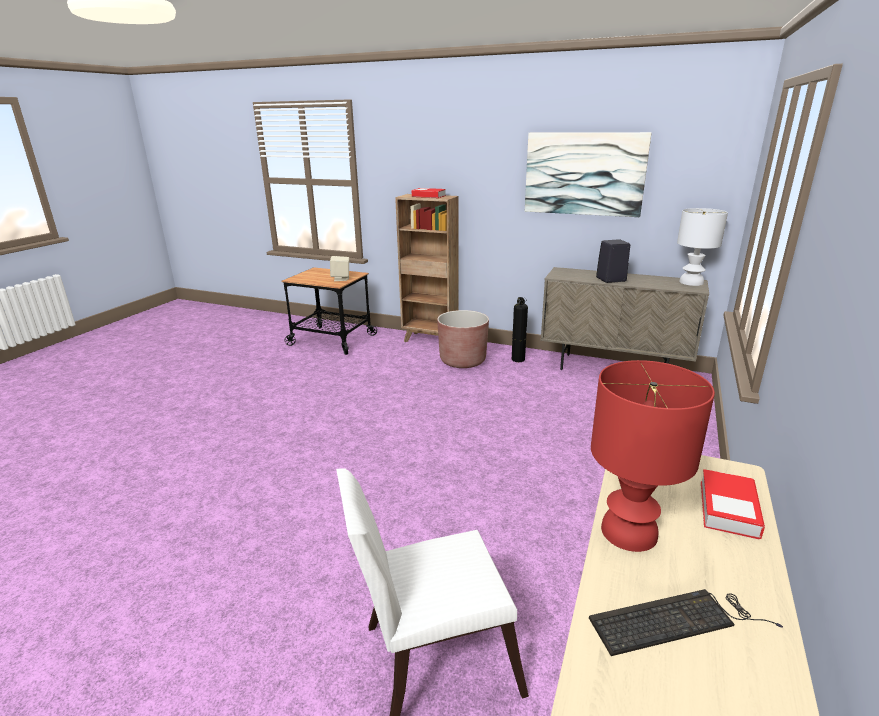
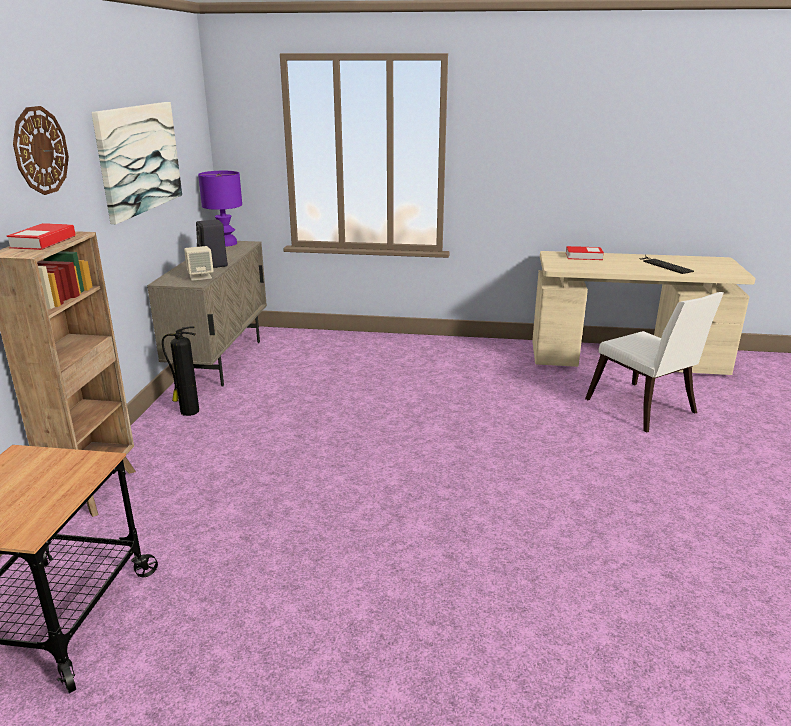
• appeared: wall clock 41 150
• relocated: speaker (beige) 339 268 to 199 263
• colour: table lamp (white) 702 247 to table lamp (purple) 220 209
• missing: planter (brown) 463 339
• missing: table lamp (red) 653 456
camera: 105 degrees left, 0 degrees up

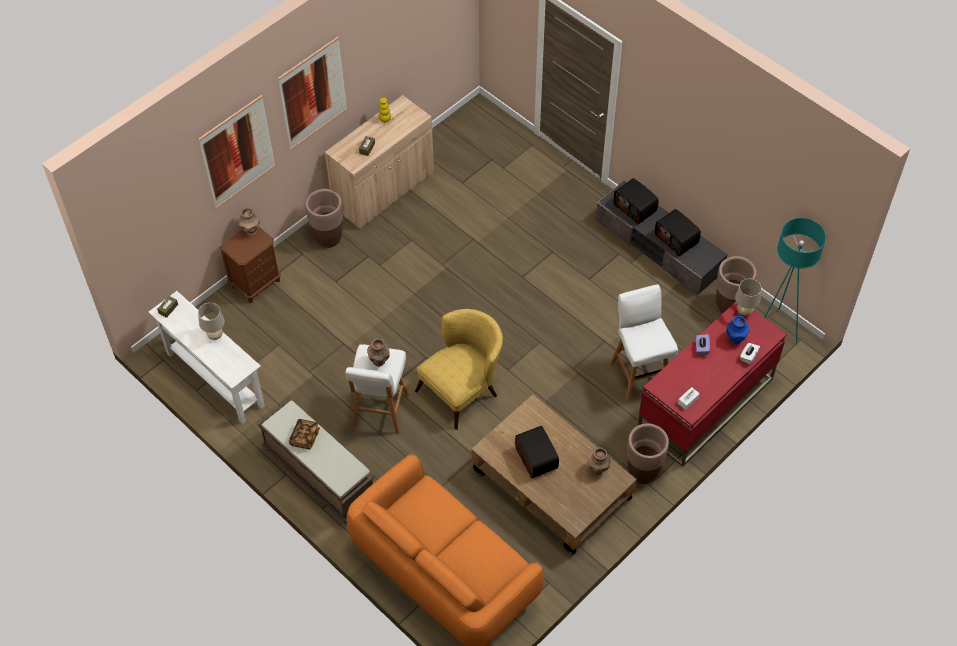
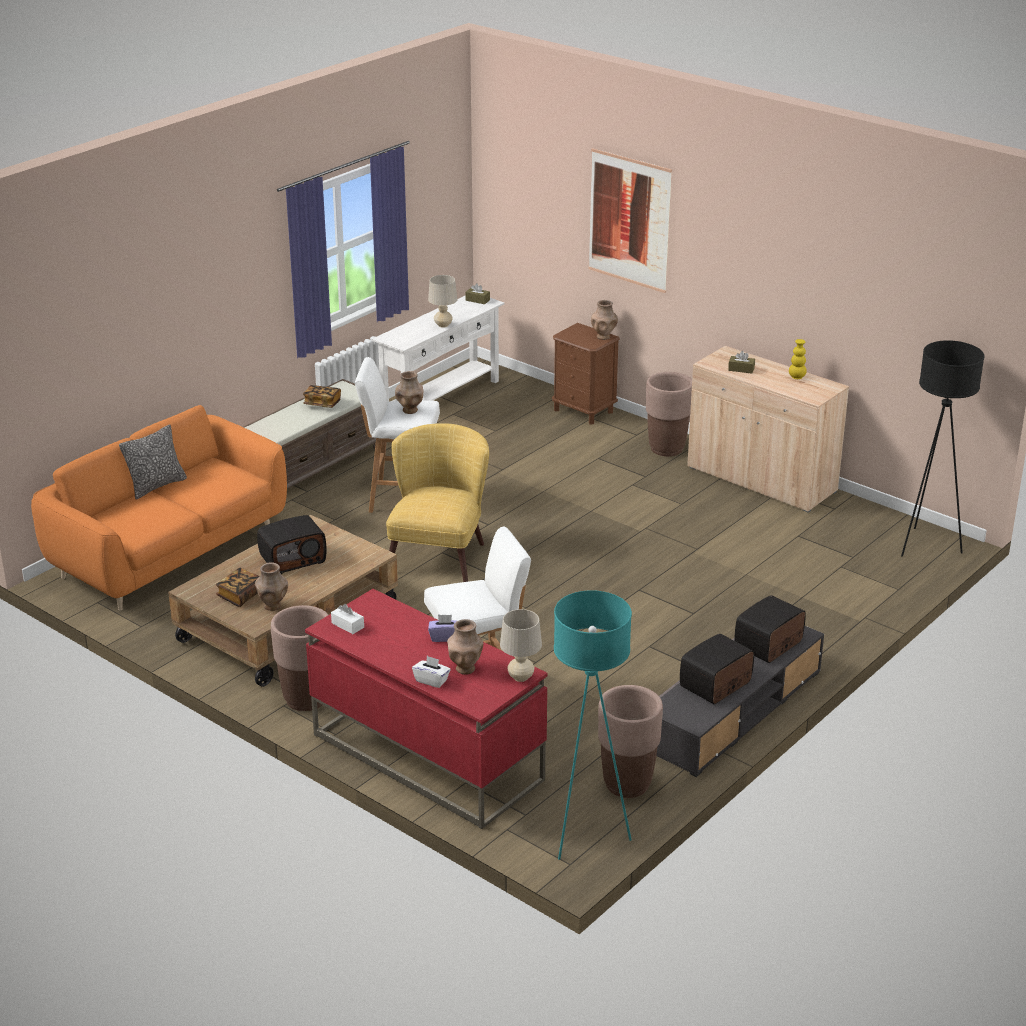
• appeared: pillow 153 462
• appeared: book 238 587
• spun: armchair (yellow) 459 369 = 437 502 120 degrees counterclockwise
• colour: vase (blue) 737 330 to vase (brown) 465 647
• appeared: floor lamp (black) 943 448
• missing: picture 312 93
camera: 85 degrees right, 25 degrees down

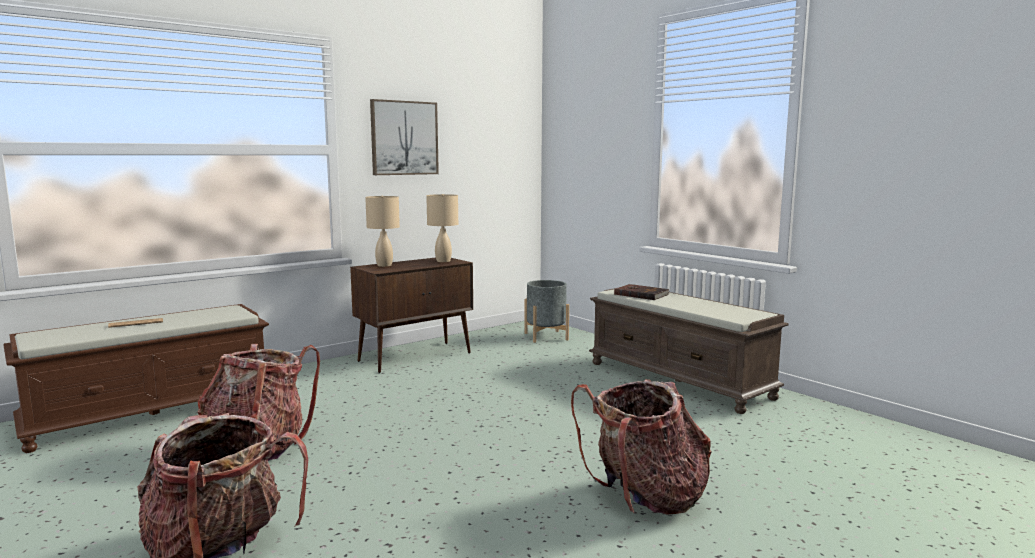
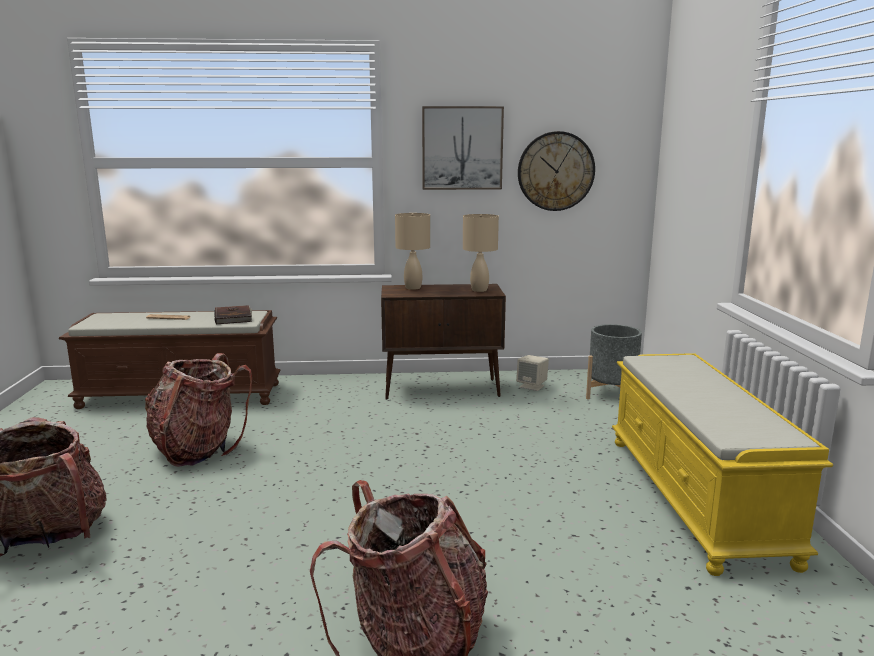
• relocated: book (brown) 641 292 to 233 315
• appeared: speaker (beige) 532 373
• appeared: wall clock 556 171
• colour: bench (brown) 689 351 to bench (yellow) 722 464
camera: 35 degrees right, 5 degrees up

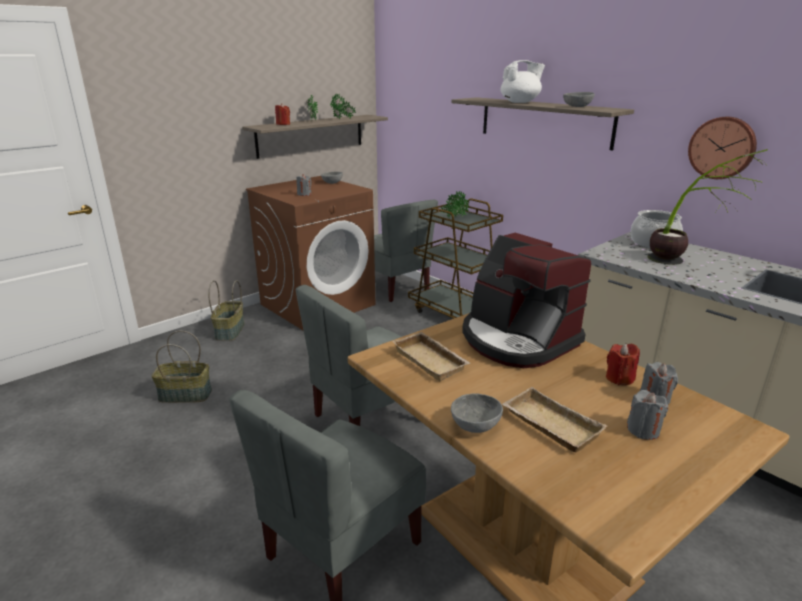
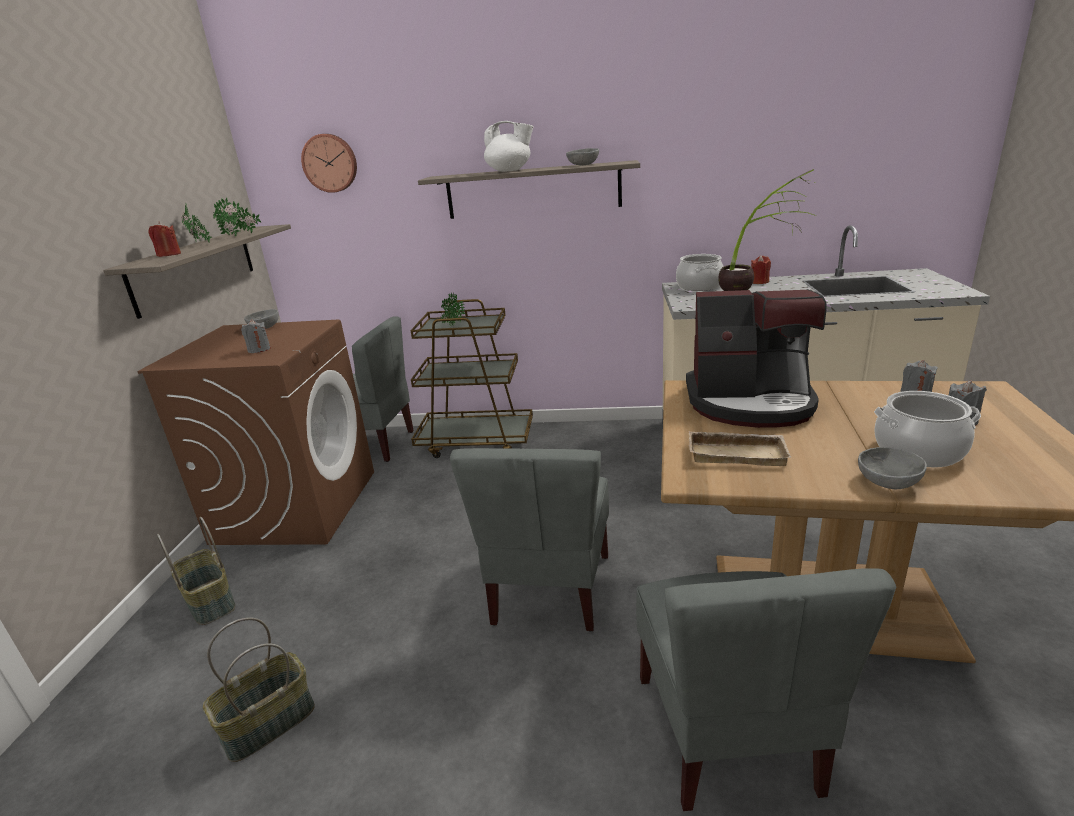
• relocated: wall clock 722 148 to 329 163
• spun: teapot (white) 523 81 = 509 146 75 degrees clockwise
• relocated: candle (red) 623 364 to 761 269
• exchanged: tray (beige) 554 419 to cooking pot 927 429
camera: 40 degrees left, 0 degrees up

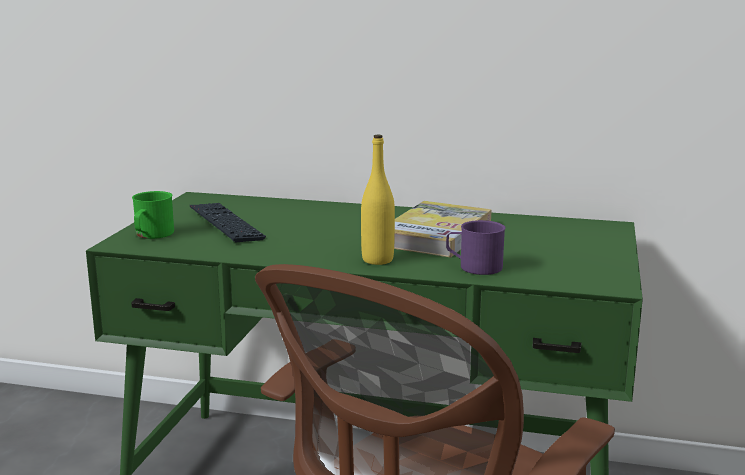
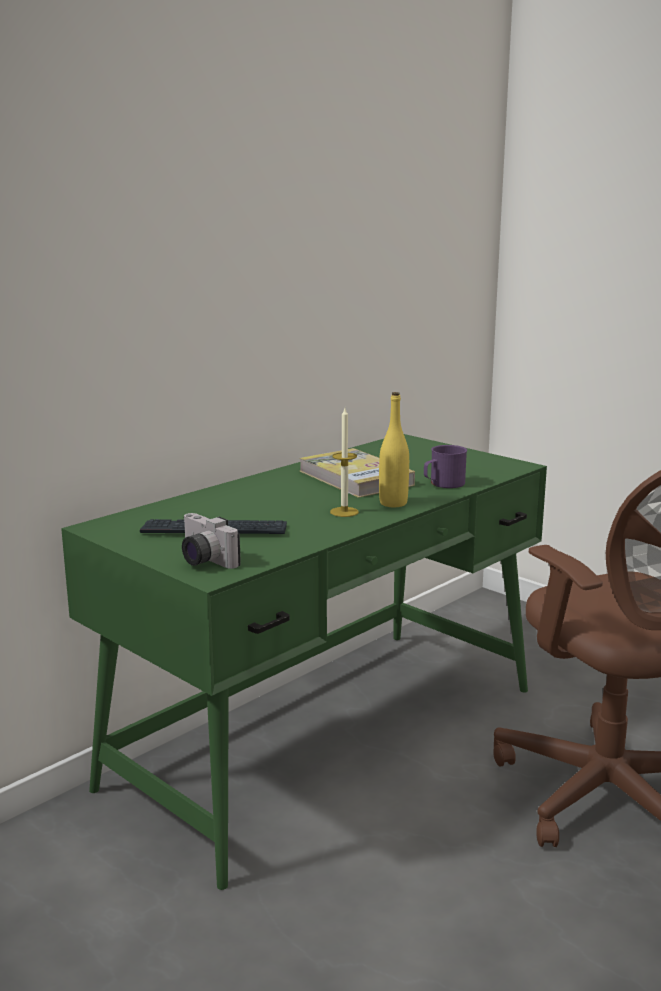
• exchanged: mug (green) 153 215 to photo camera 211 541
• appeared: candle 344 462
camera: 60 degrees left, 0 degrees up

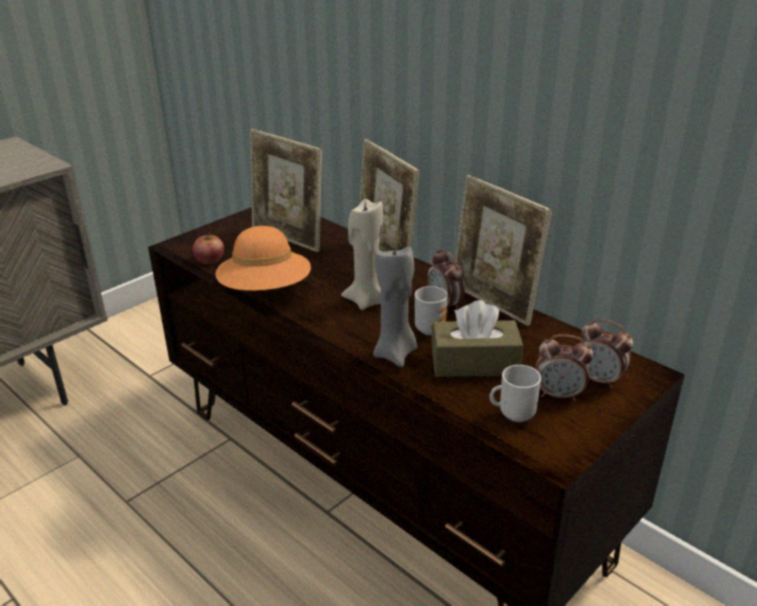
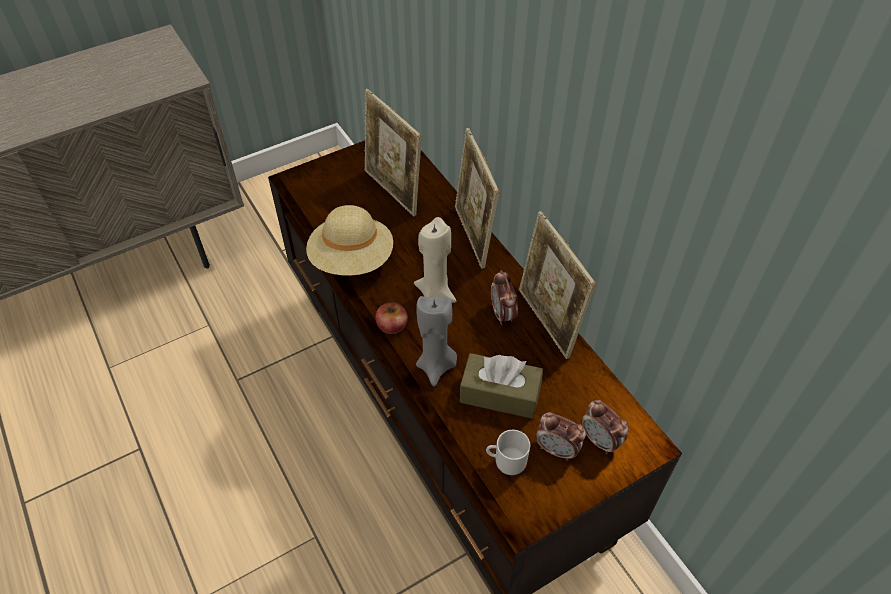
• colour: hat (orange) 263 258 to hat (beige) 349 240
• relocated: apple 208 249 to 391 318
• missing: mug 431 310
camera: 15 degrees right, 20 degrees up

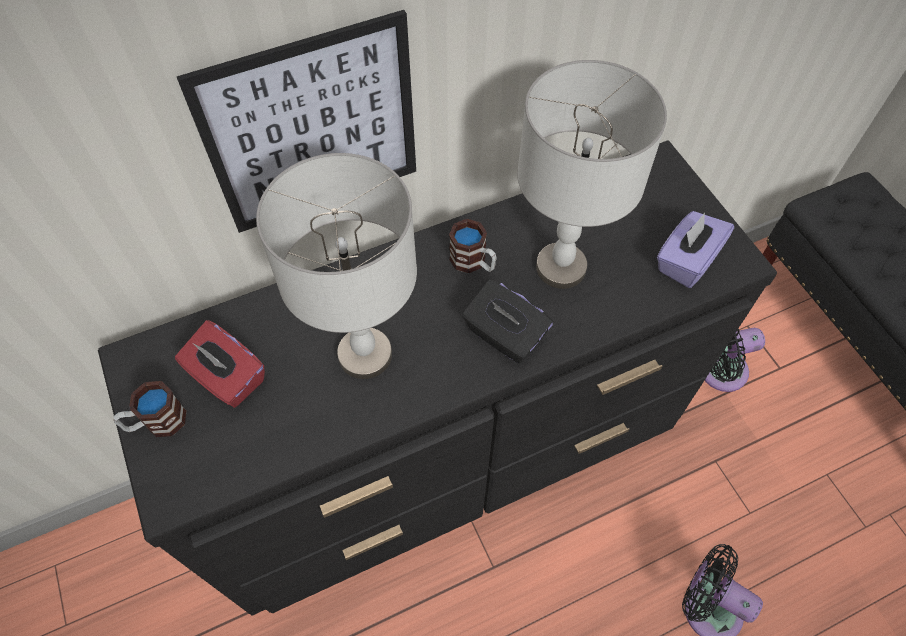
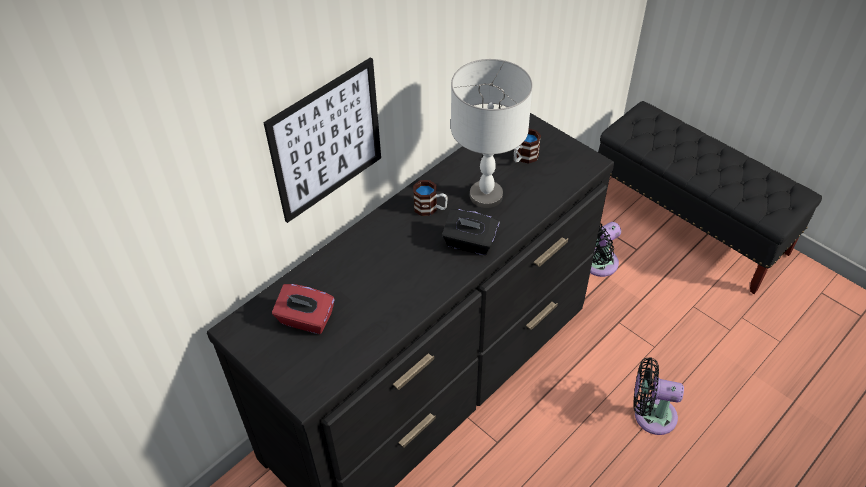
• relocated: mug 150 409 to 527 146
• missing: table lamp (grey) 336 266
• missing: tissue box (purple) 695 249
camera: 20 degrees left, 10 degrees down

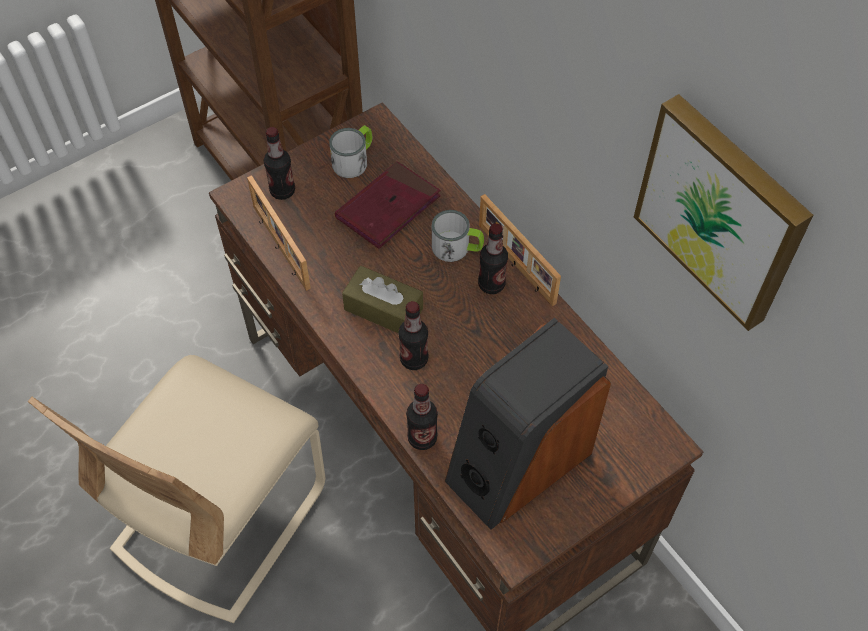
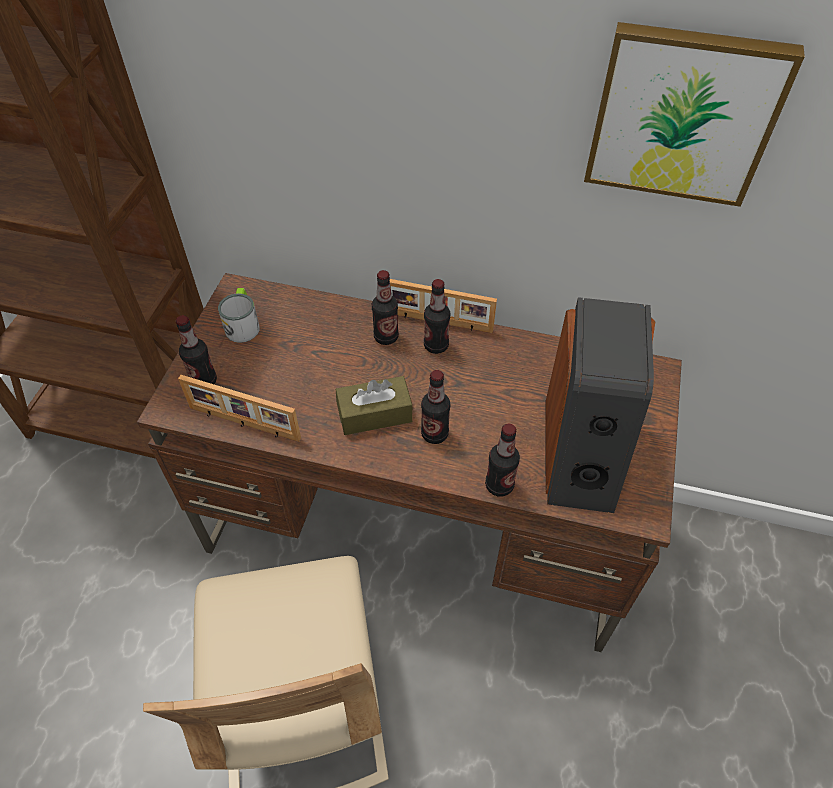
• exchanged: mug 458 236 to bottle 385 307
• missing: book (red) 388 205
camera: 40 degrees left, 5 degrees down

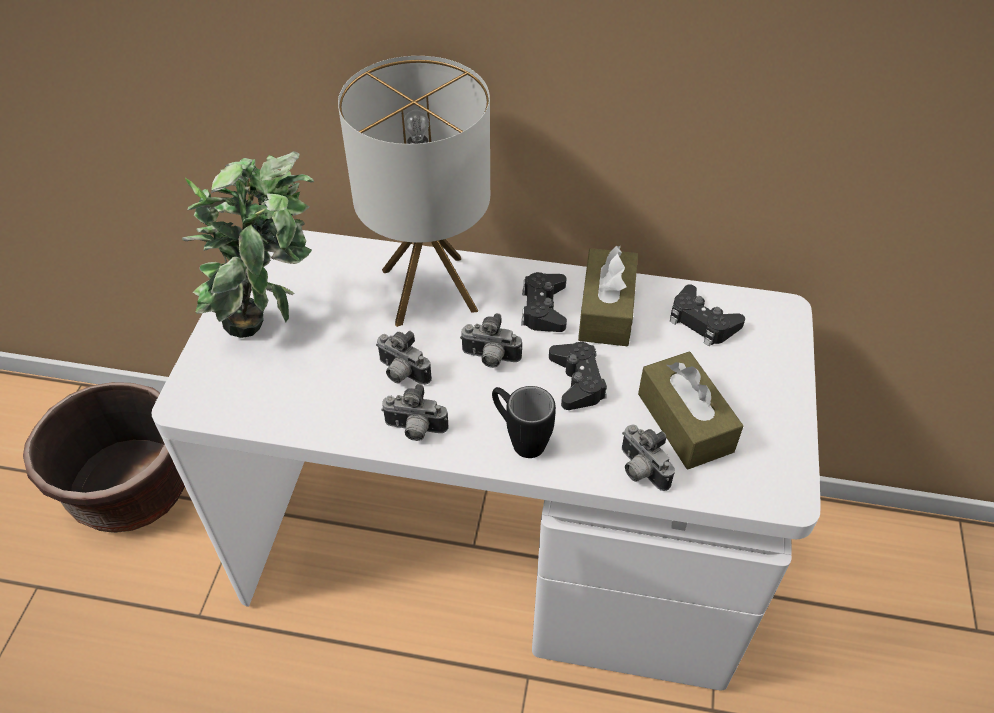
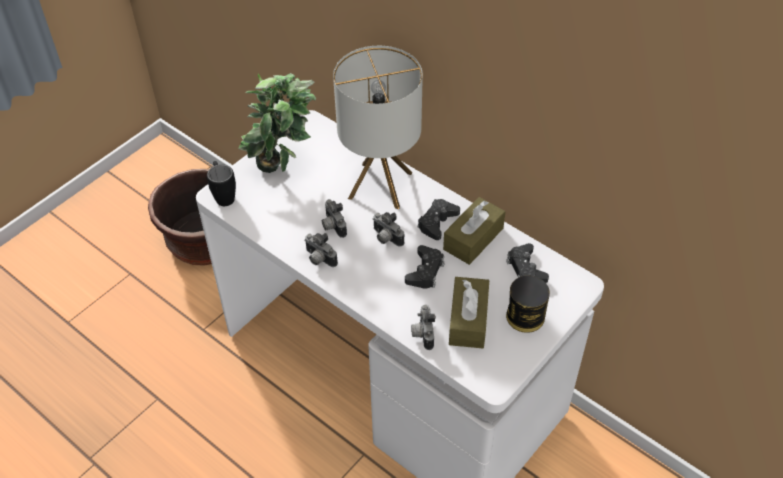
• relocated: mug (black) 524 422 to 221 183
• appeared: can 528 304
camera: 30 degrees right, 0 degrees up

